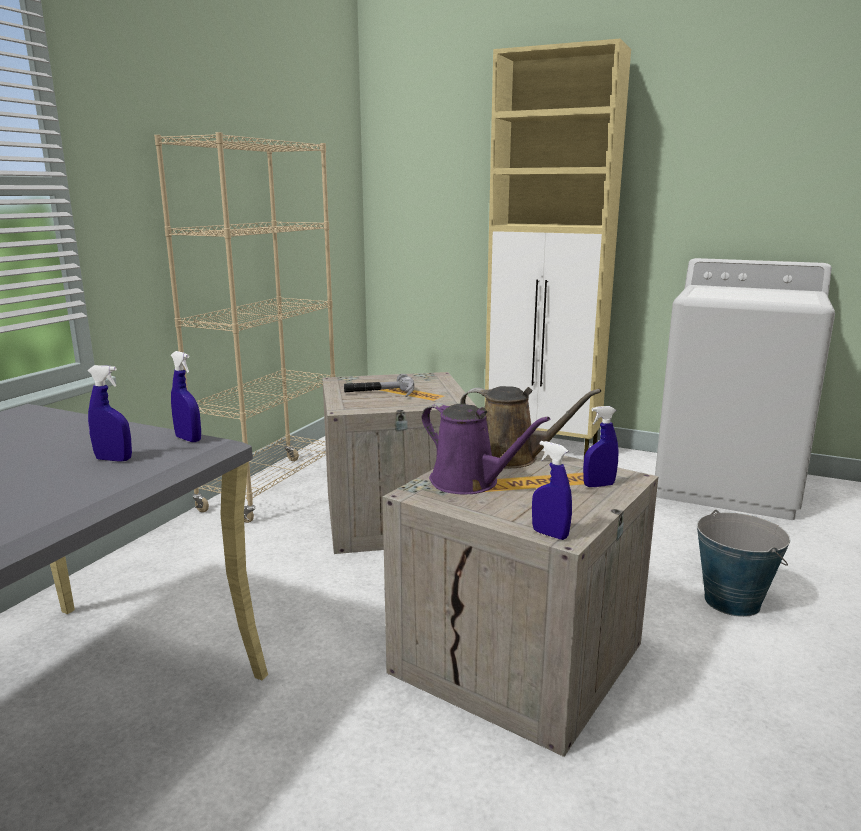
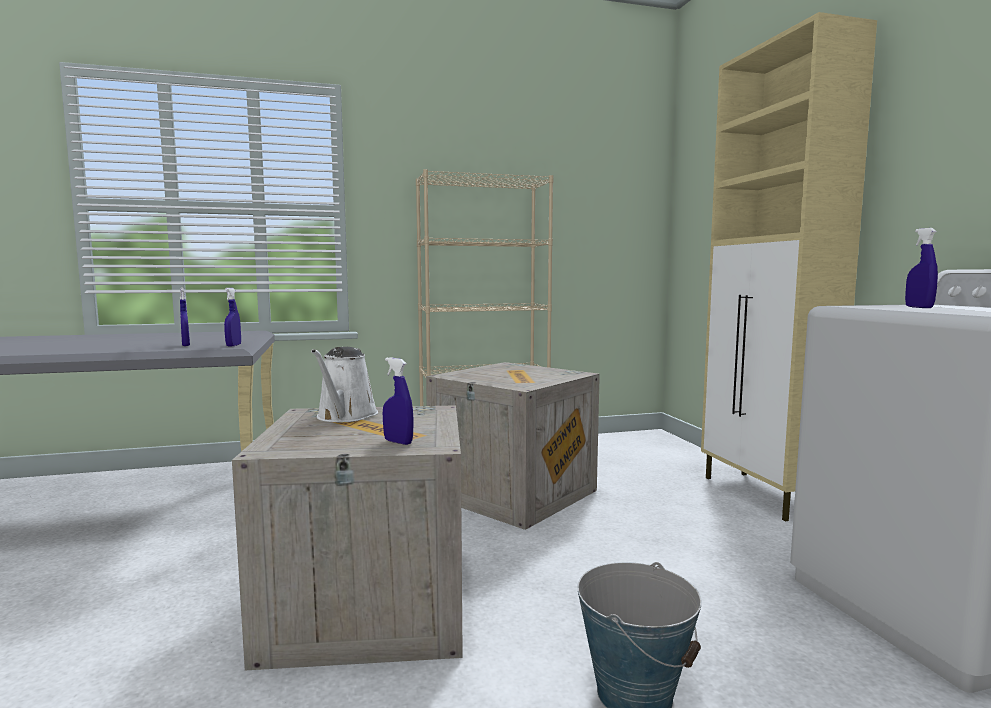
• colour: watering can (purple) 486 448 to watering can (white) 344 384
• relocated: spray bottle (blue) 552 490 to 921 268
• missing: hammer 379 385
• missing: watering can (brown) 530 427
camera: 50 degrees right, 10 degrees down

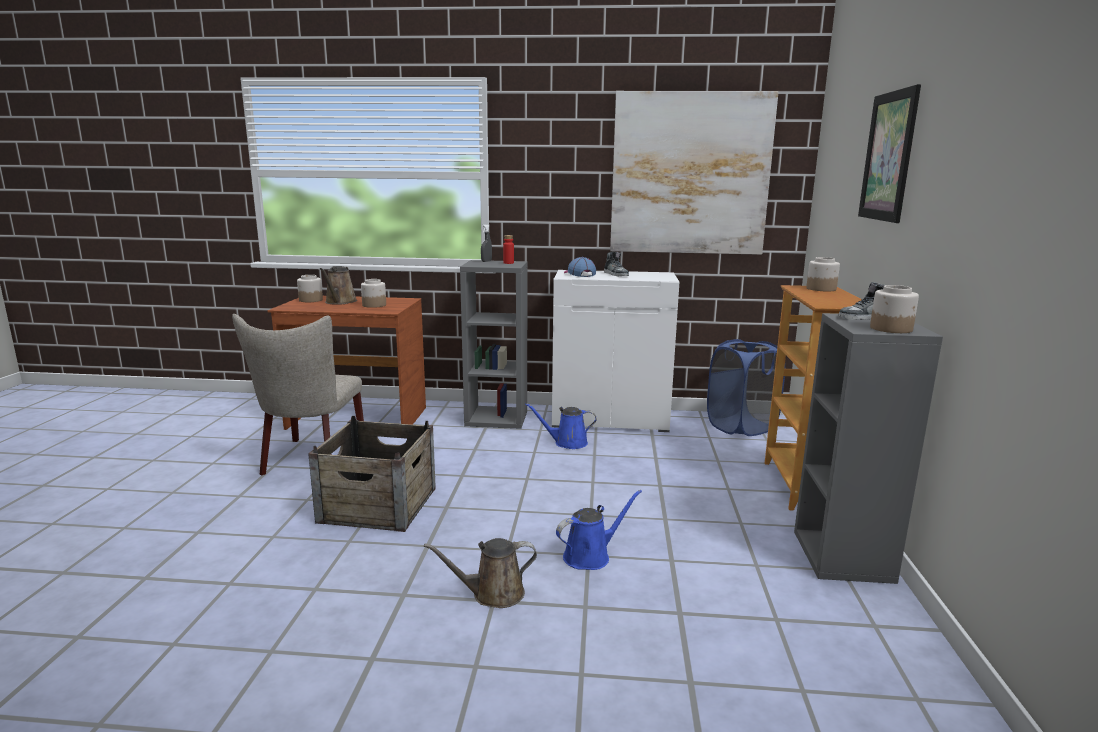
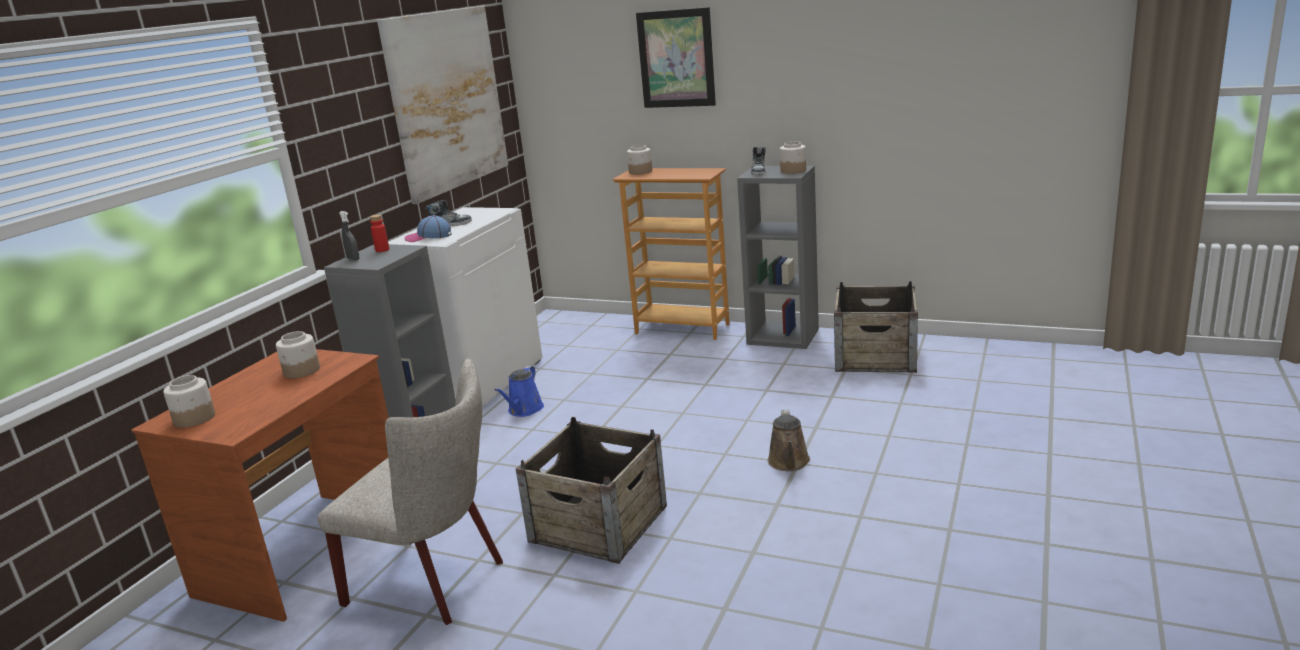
• appeared: crate 876 327
• missing: watering can (brown) 338 285
• missing: watering can (blue) 599 530
• missing: laundry basket (blue) 746 387
camera: 70 degrees left, 5 degrees up

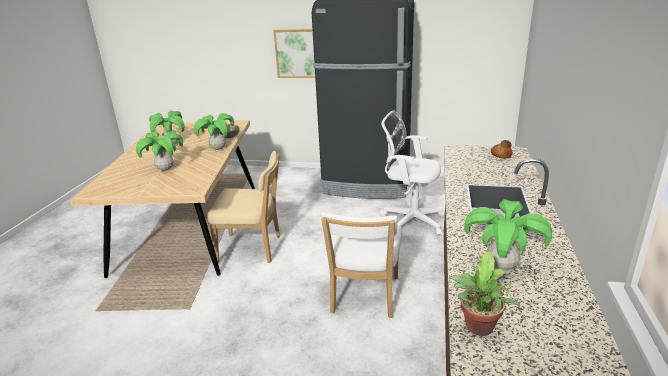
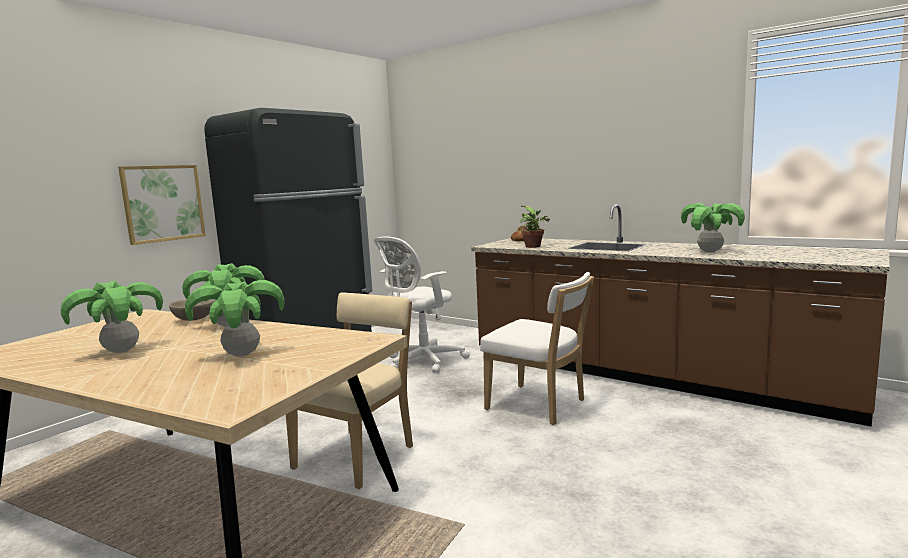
• relocated: potted plant 484 293 to 535 227
camera: 65 degrees left, 15 degrees down

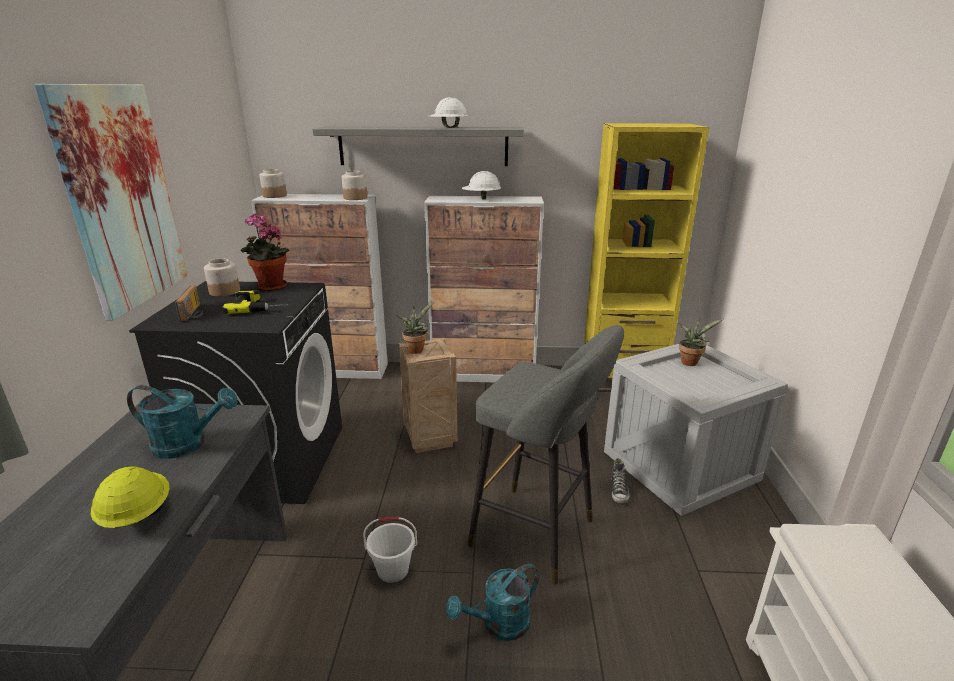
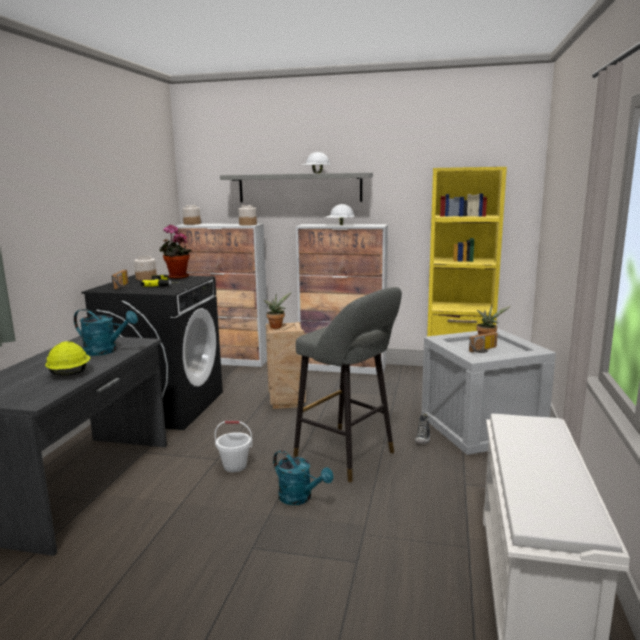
• spun: watering can (turquoise) 492 602 = 303 477 120 degrees counterclockwise
• appeared: radio 483 342
• missing: picture 110 202
camera: 10 degrees right, 10 degrees down

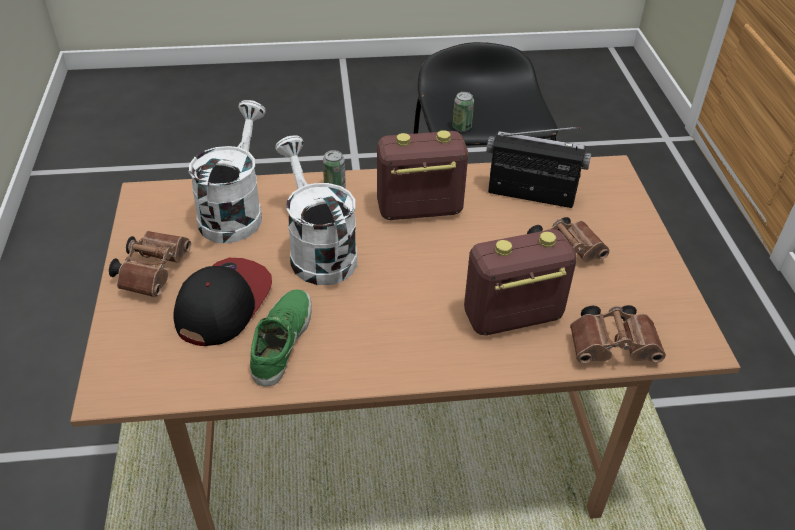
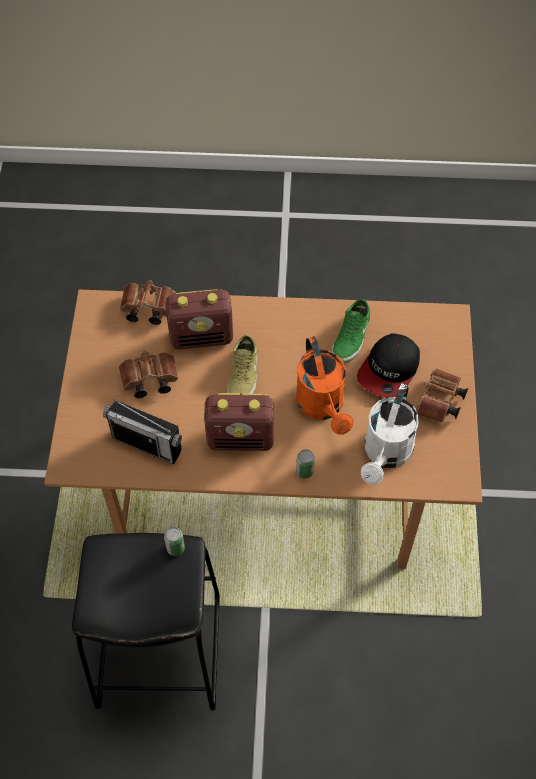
• appeared: shoe (beige) 242 364
• colour: watering can (white) 316 210 to watering can (orange) 324 385
camera: 170 degrees left, 15 degrees up

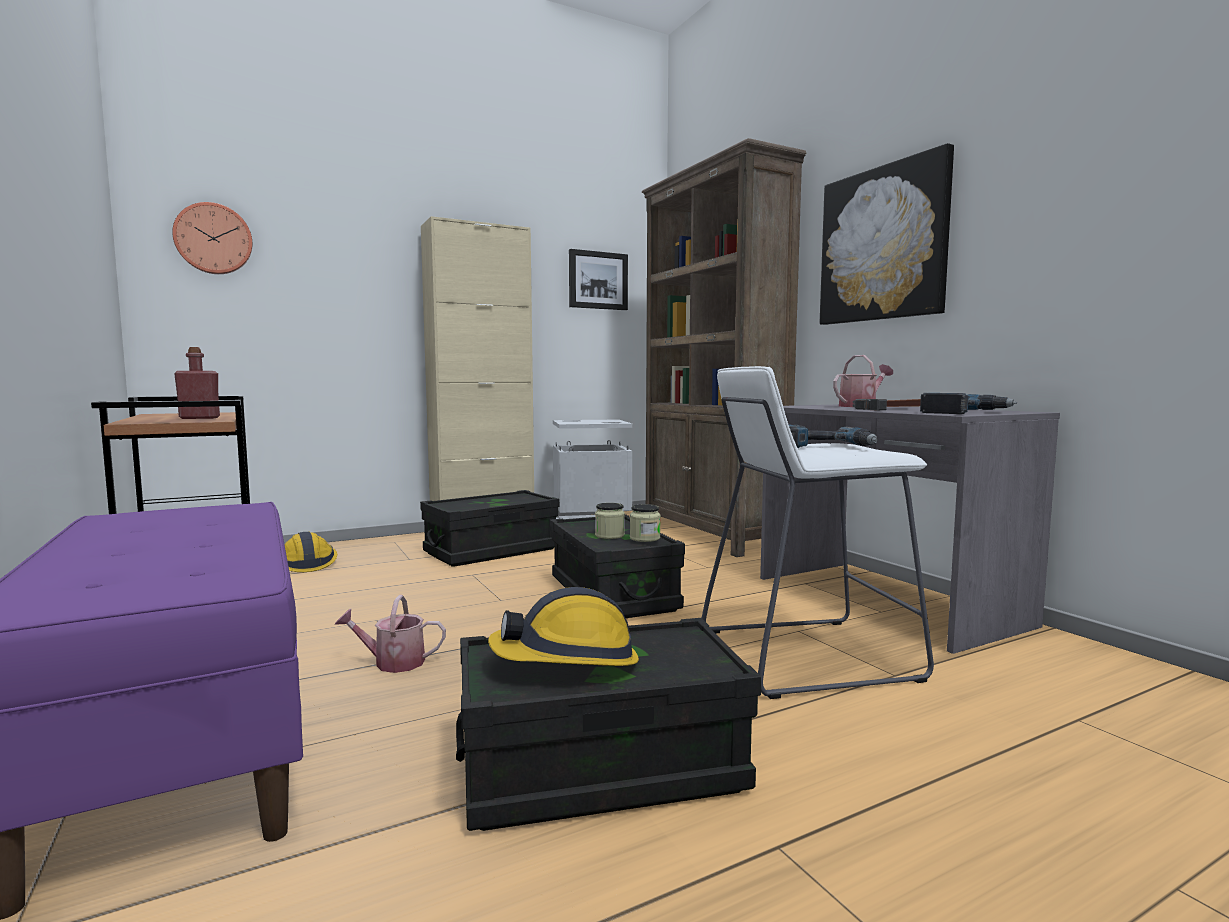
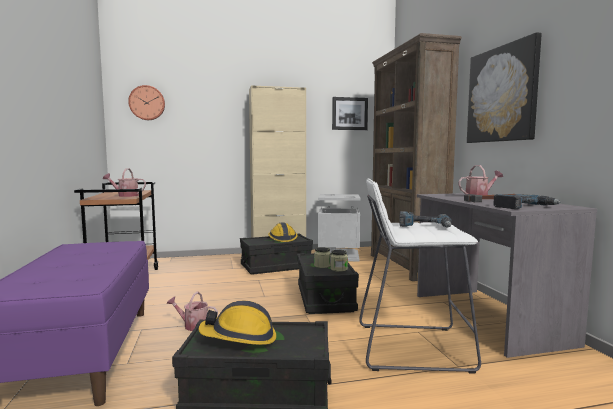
• exchanged: bottle (red) 197 383 to watering can 124 182
• relocated: hard hat 311 552 to 282 232
camera: 15 degrees right, 0 degrees up

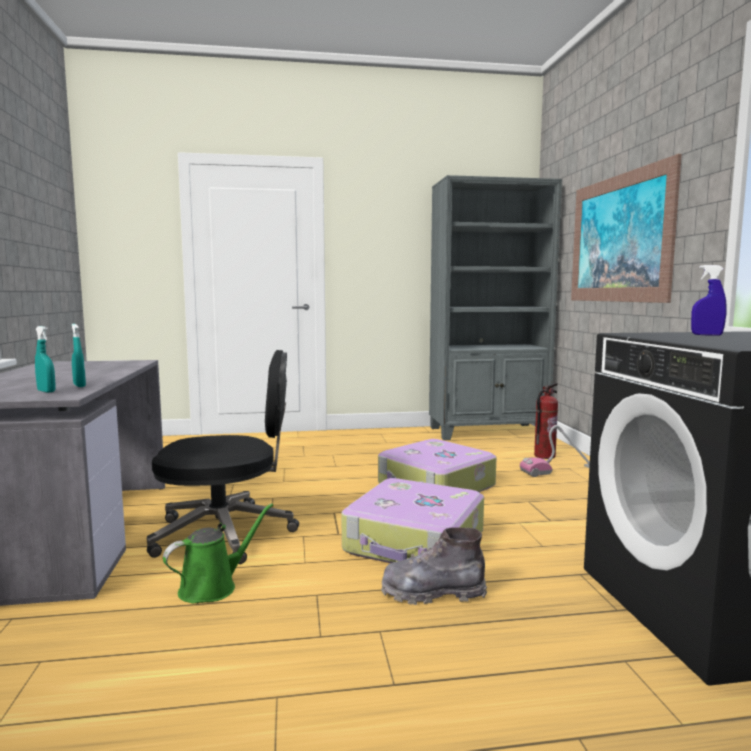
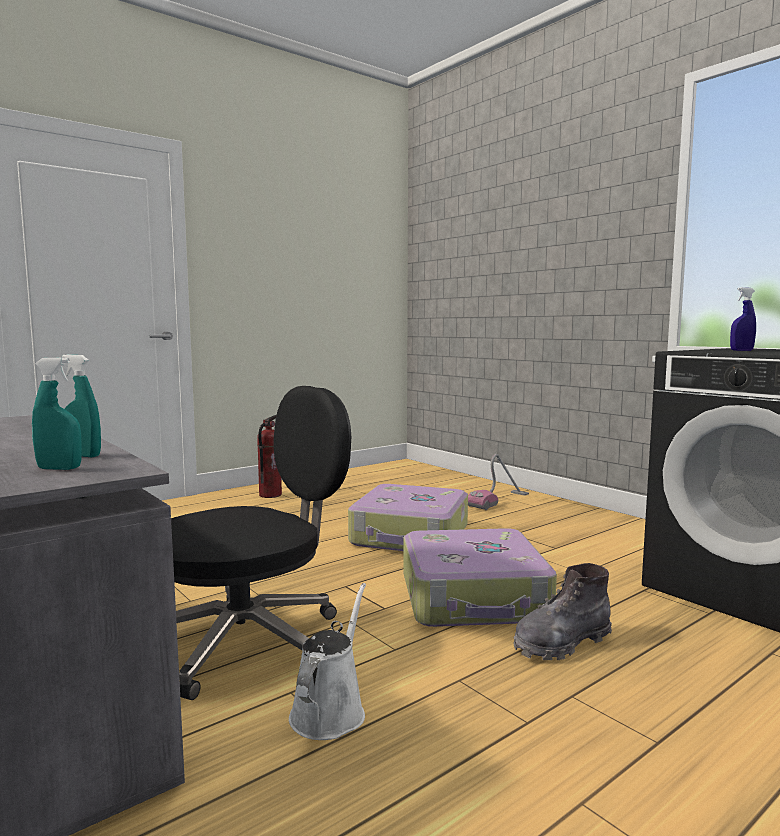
• relocated: fire extinguisher 546 421 to 269 456
• colour: watering can (green) 218 553 to watering can (white) 327 661
• missing: bookcase (grey) 495 307
• missing: picture 626 228
camera: 30 degrees left, 0 degrees up

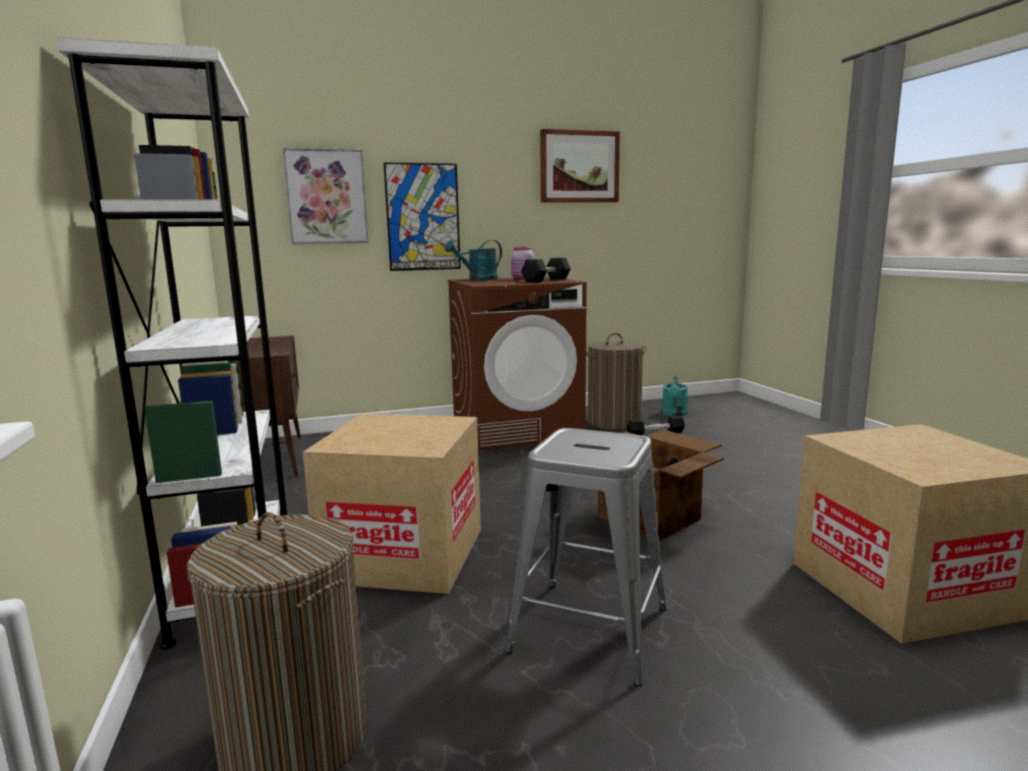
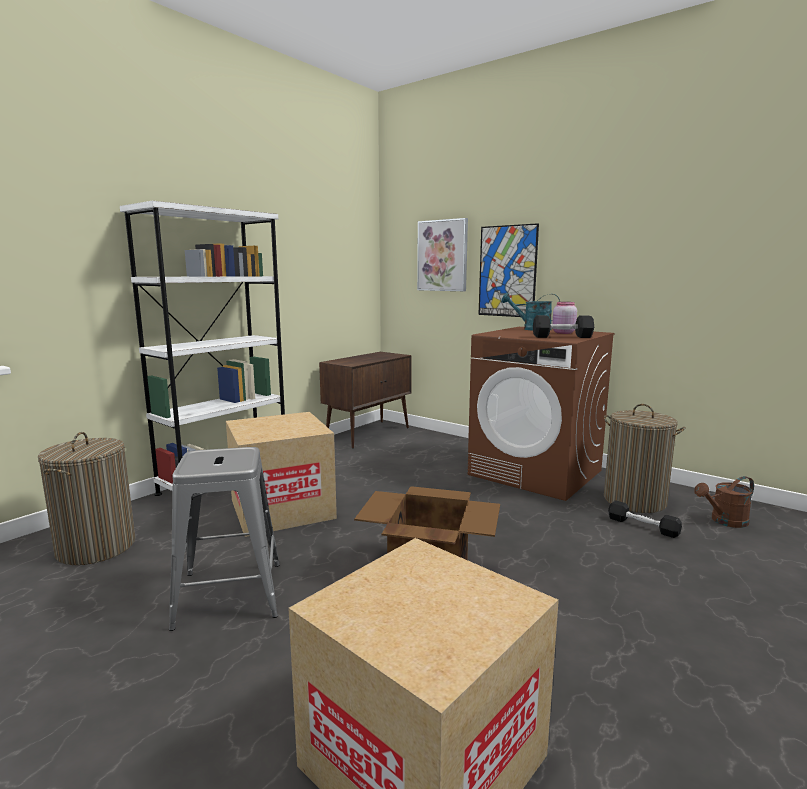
• colour: watering can (turquoise) 675 396 to watering can (brown) 724 502
• missing: picture 580 165
camera: 55 degrees right, 0 degrees up

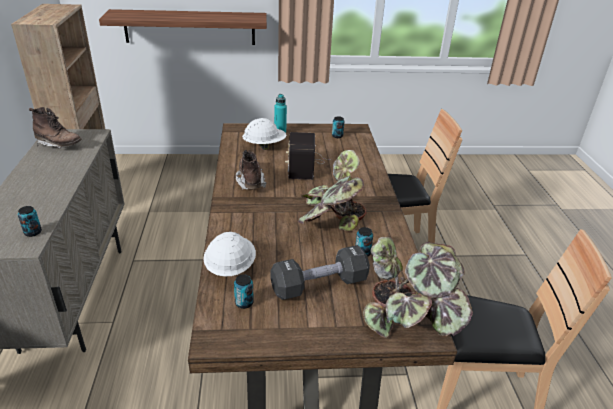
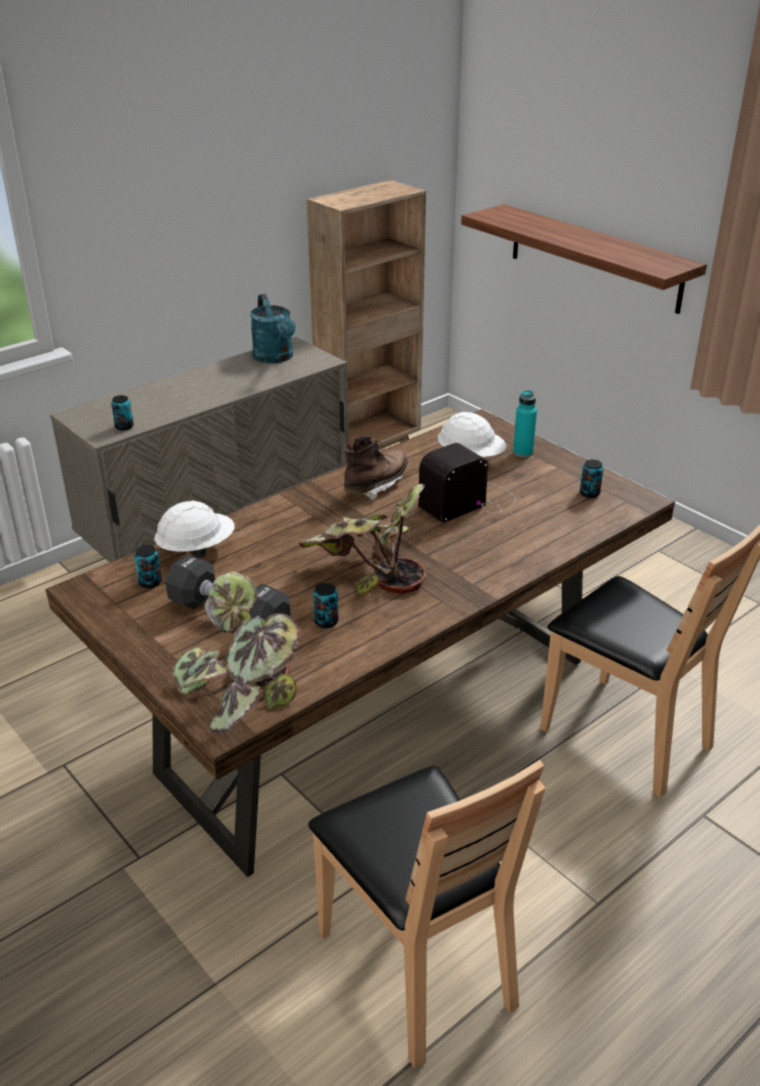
• exchanged: boot (brown) 55 127 to watering can (turquoise) 273 328
camera: 55 degrees right, 0 degrees up

